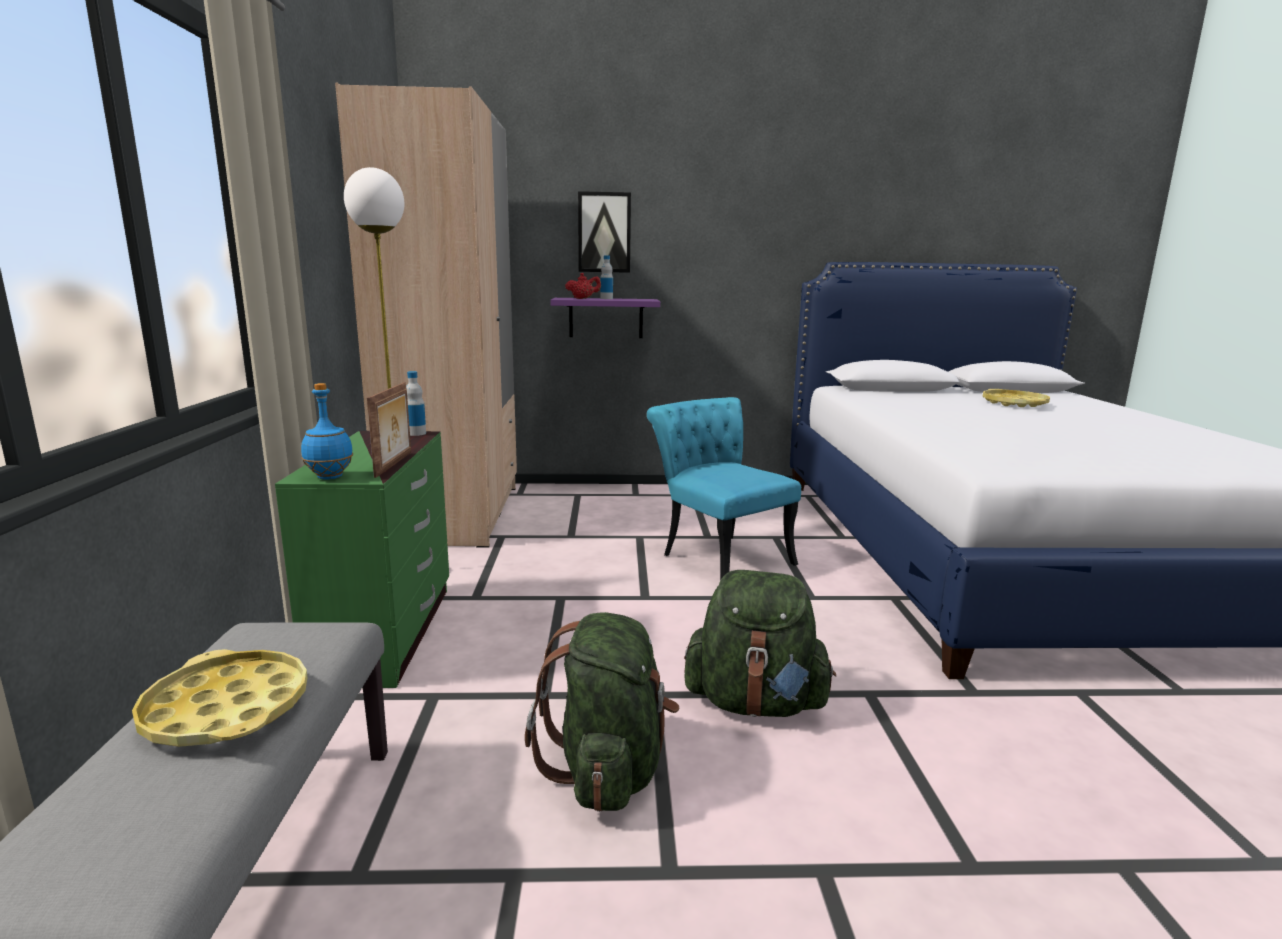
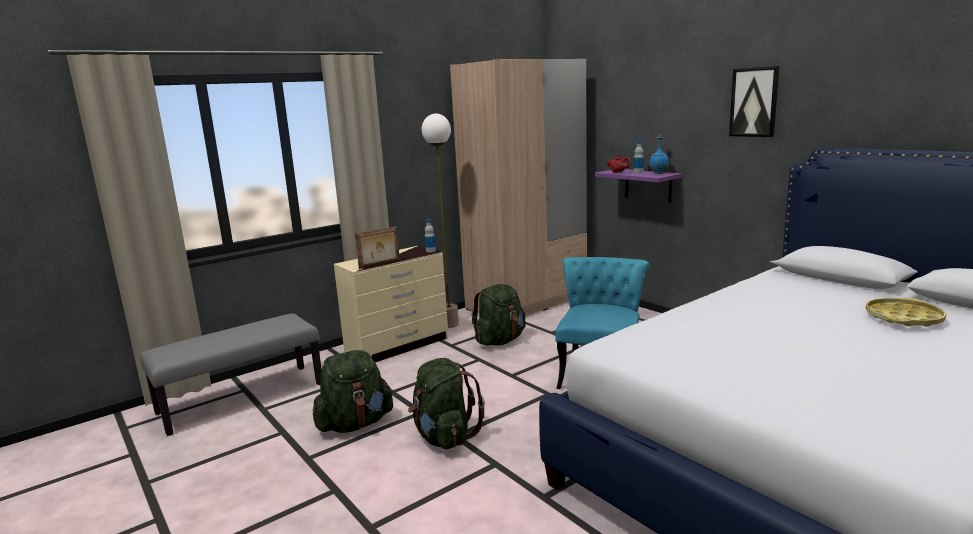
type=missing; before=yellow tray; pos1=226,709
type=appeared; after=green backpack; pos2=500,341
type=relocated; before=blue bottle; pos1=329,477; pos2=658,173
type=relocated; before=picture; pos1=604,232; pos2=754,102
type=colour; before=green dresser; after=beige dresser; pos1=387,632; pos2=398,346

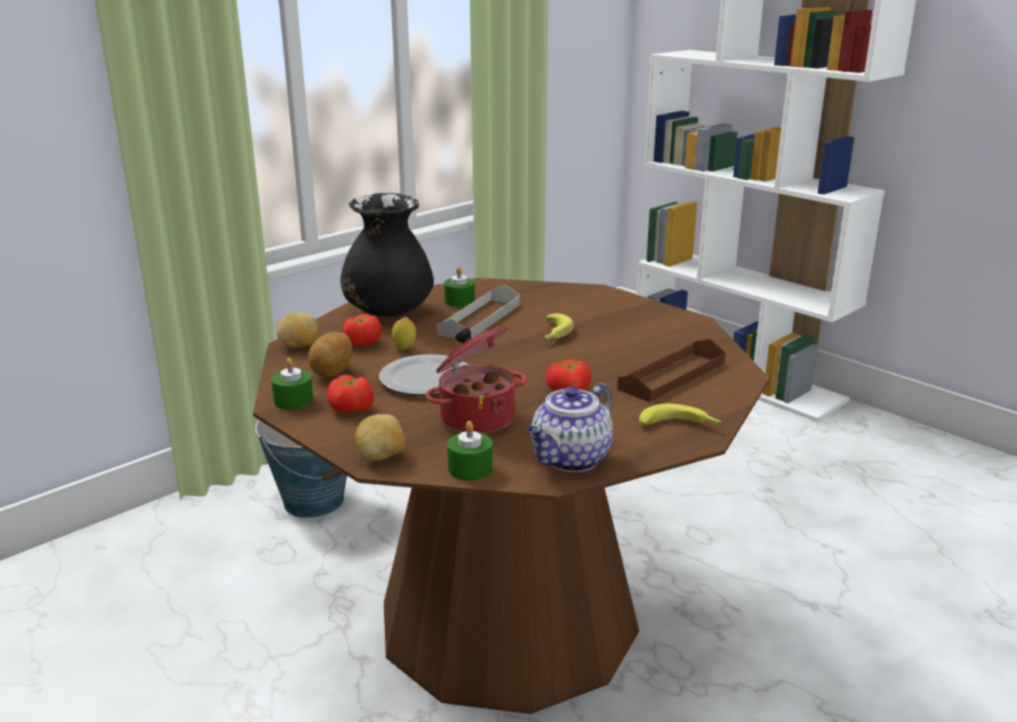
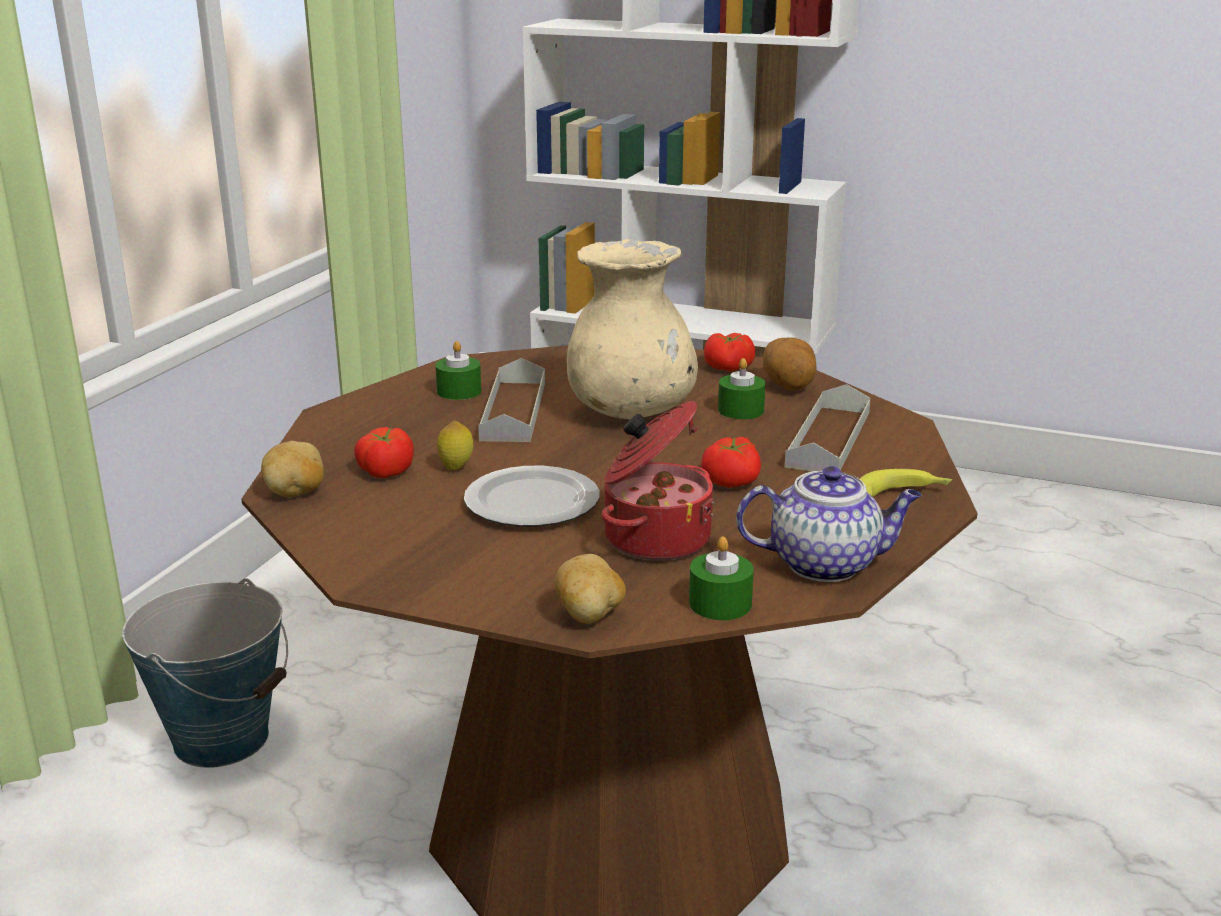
type=missing; before=black vase; pos1=388,312
type=relocated; before=green candle; pos1=293,400; pos2=740,410
type=relocated; before=potato; pos1=333,372; pos2=789,386
type=relocated; before=tomato; pos1=351,409; pos2=728,368
type=exchanged; before=banana; after=beige vase; pos1=553,334; pos2=631,413
type=colour; before=brown tray; after=grey tray; pos1=672,376; pos2=828,439
type=spun; before=teapot; pos1=570,460; pos2=826,564; turn=-105

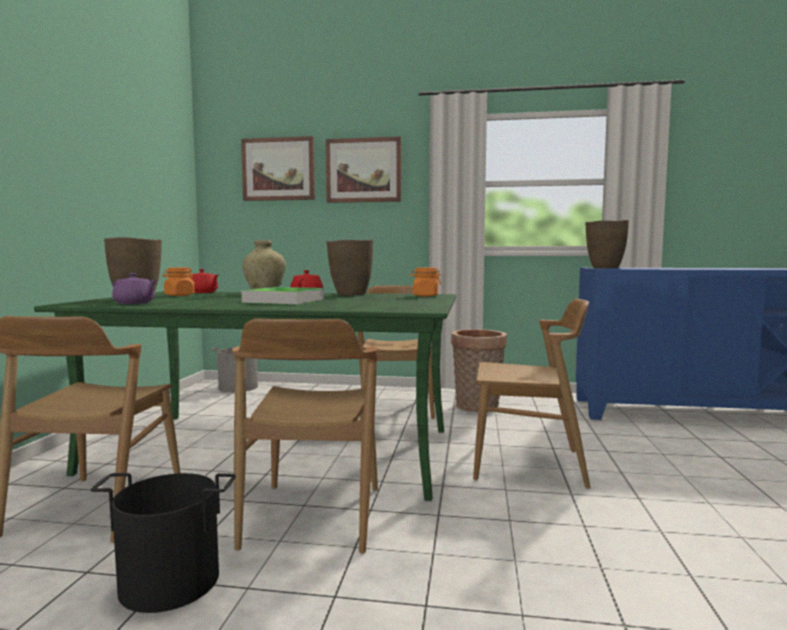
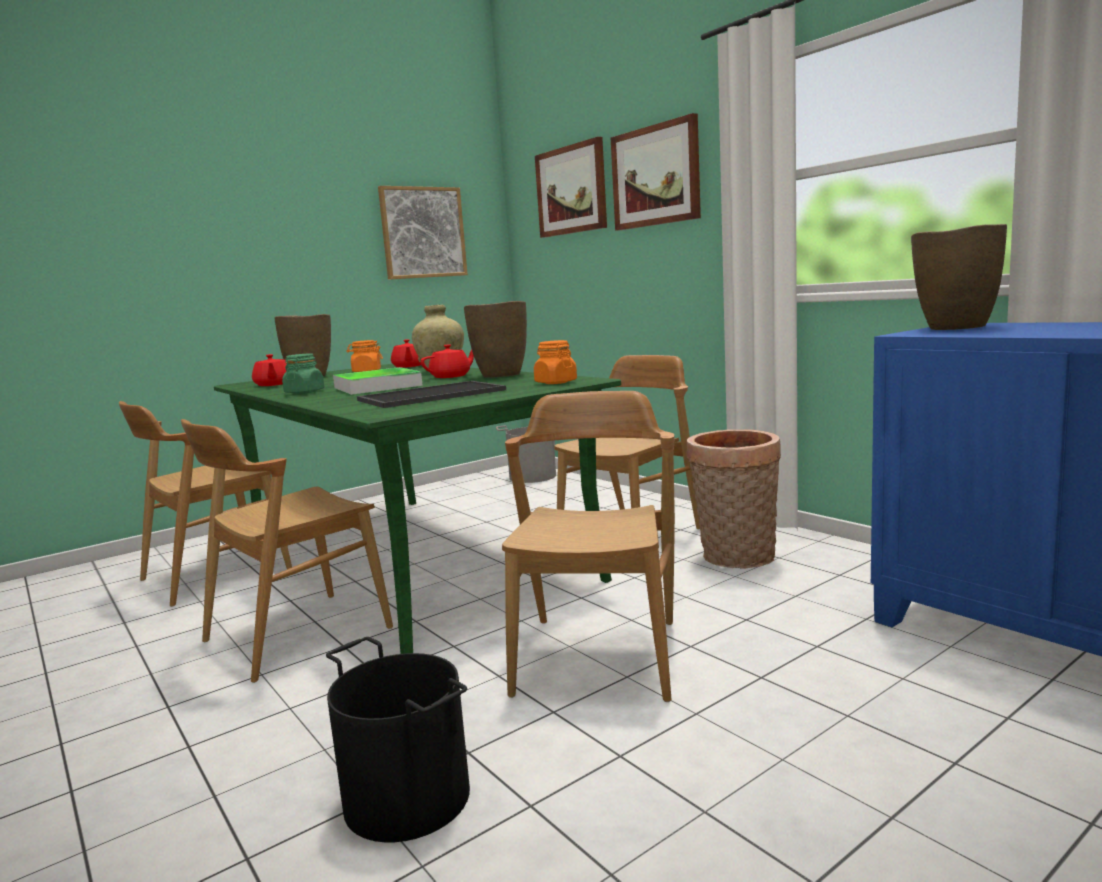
type=appeared; after=green jar; pos2=304,392
type=appeared; after=tray; pos2=431,395
type=appeared; after=picture; pos2=423,232
type=relocated; before=black bucket; pos1=169,582; pos2=405,798
type=colour; before=purple teapot; after=red teapot; pos1=134,303; pos2=273,385
type=spun; before=brown chair; pos1=528,465; pos2=598,656; turn=-135

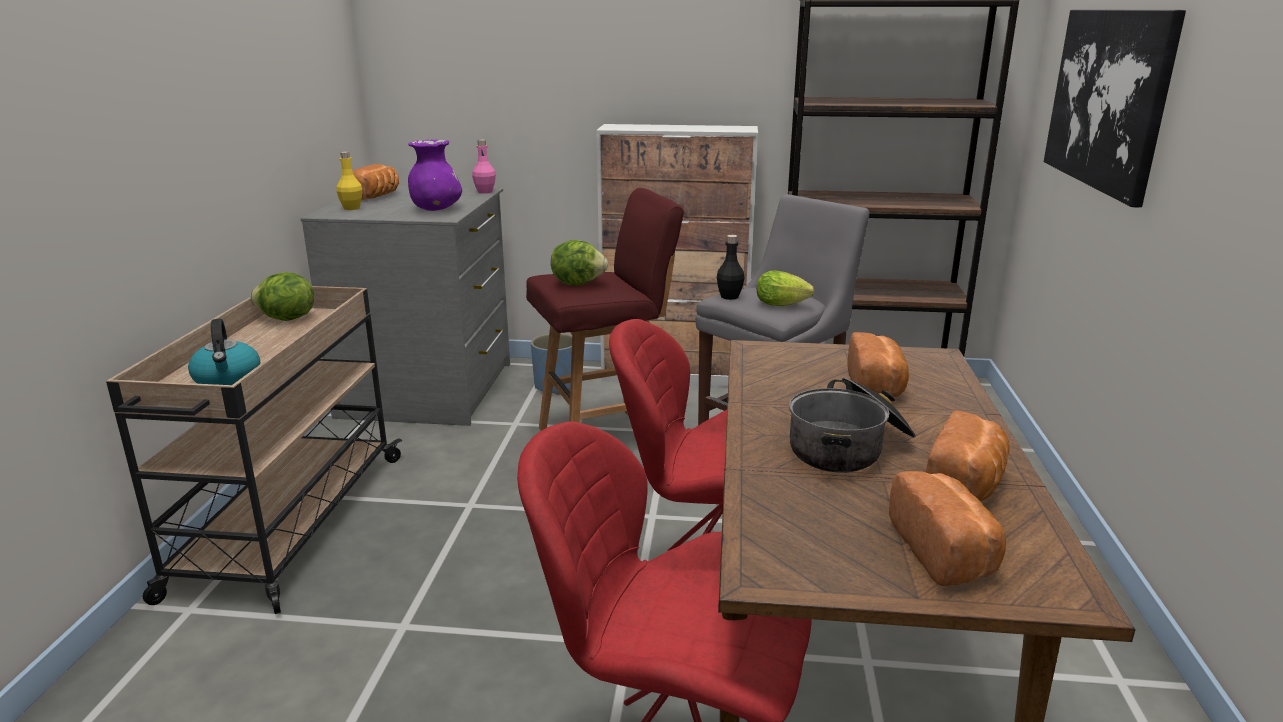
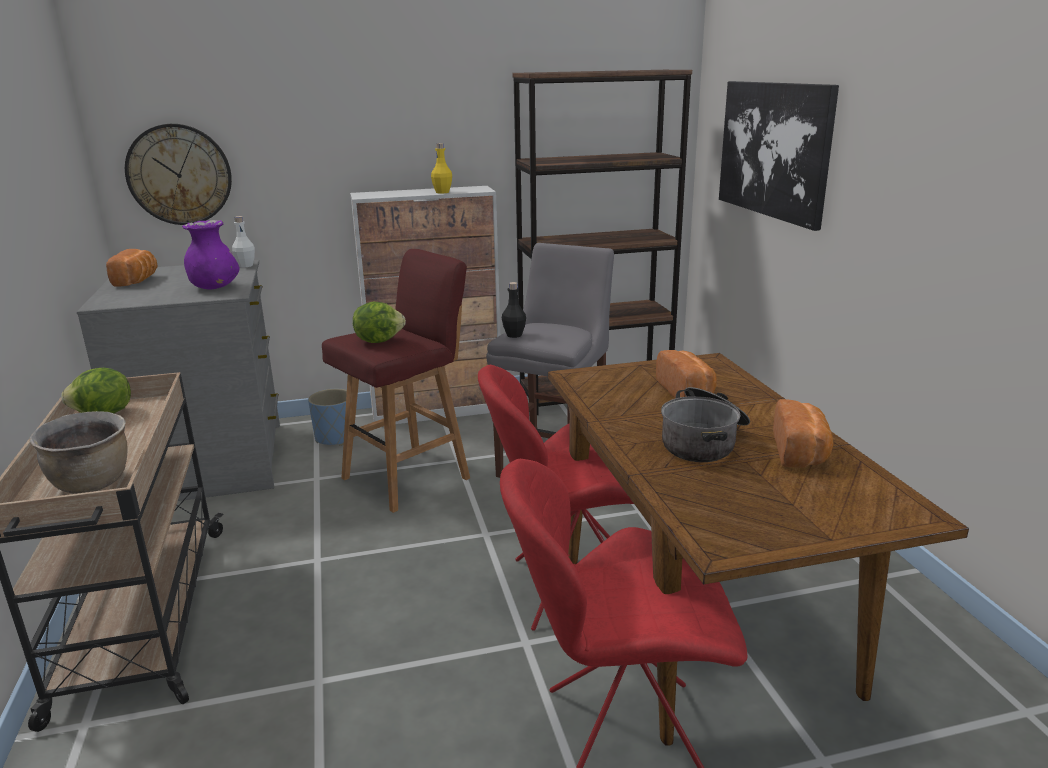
type=missing; before=lettuce; pos1=784,305
type=missing; before=bread; pos1=946,552
type=appeared; after=wall clock; pos2=179,175
type=relocated; before=yellow bottle; pos1=351,208; pos2=442,192
type=exchanged; before=kettle; after=brown cooking pot; pos1=228,379; pos2=93,483
type=colour; before=pink bottle; after=white bottle; pos1=485,192; pos2=246,265

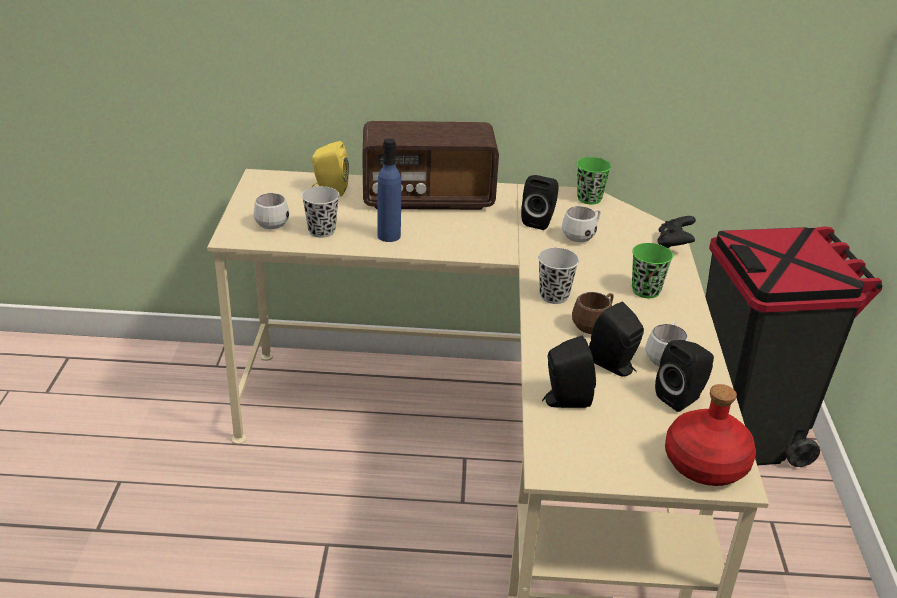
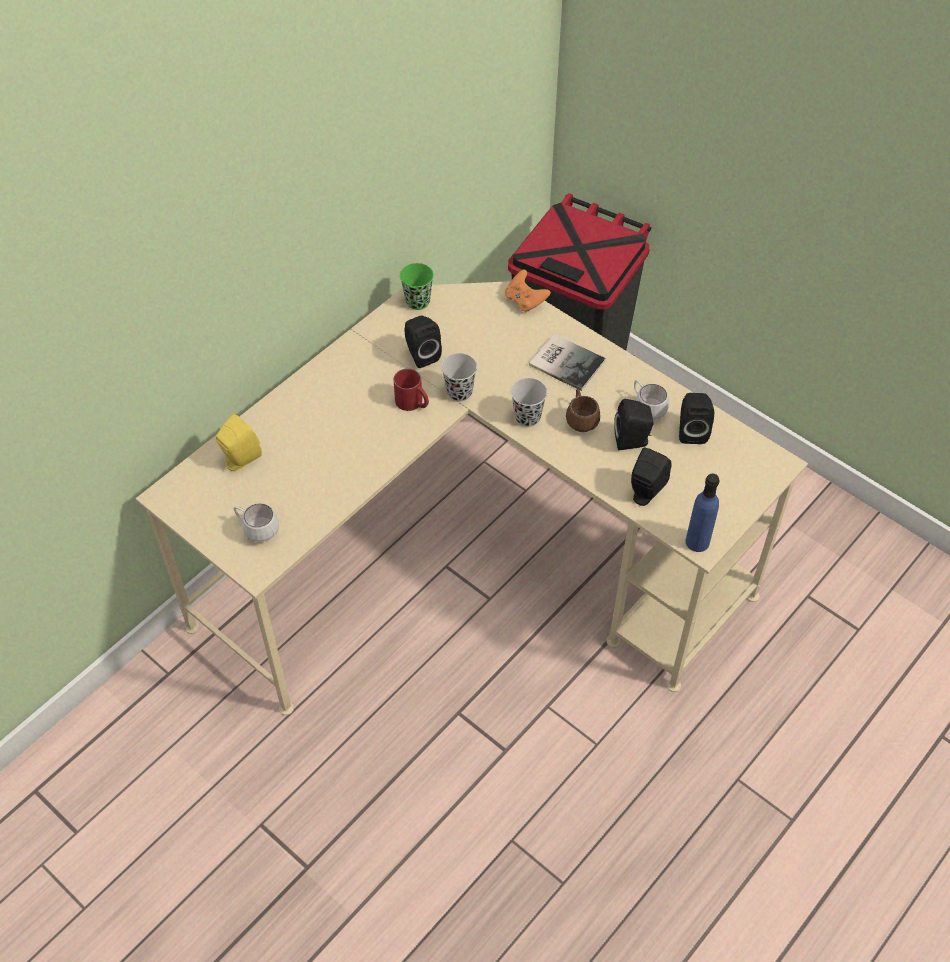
type=missing; before=radio; pos1=428,197
type=missing; before=white mug; pos1=582,236
type=missing; before=red bottle; pos1=706,463
type=appeared; after=red mug; pos2=413,403
type=relocated; before=black cup; pos1=321,231; pos2=459,392
type=relocated; before=blue bottle; pos1=389,236; pos2=697,542
type=exchanged; before=green cup; after=book; pos1=646,291; pos2=566,361
type=colour; before=black game controller; after=orange game controller; pos1=674,244; pos2=525,301

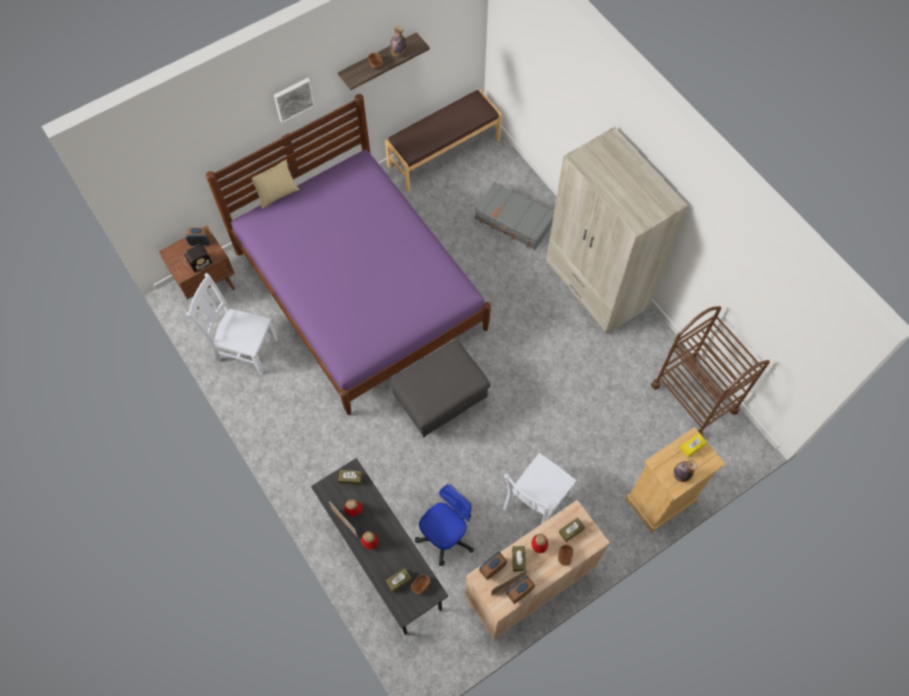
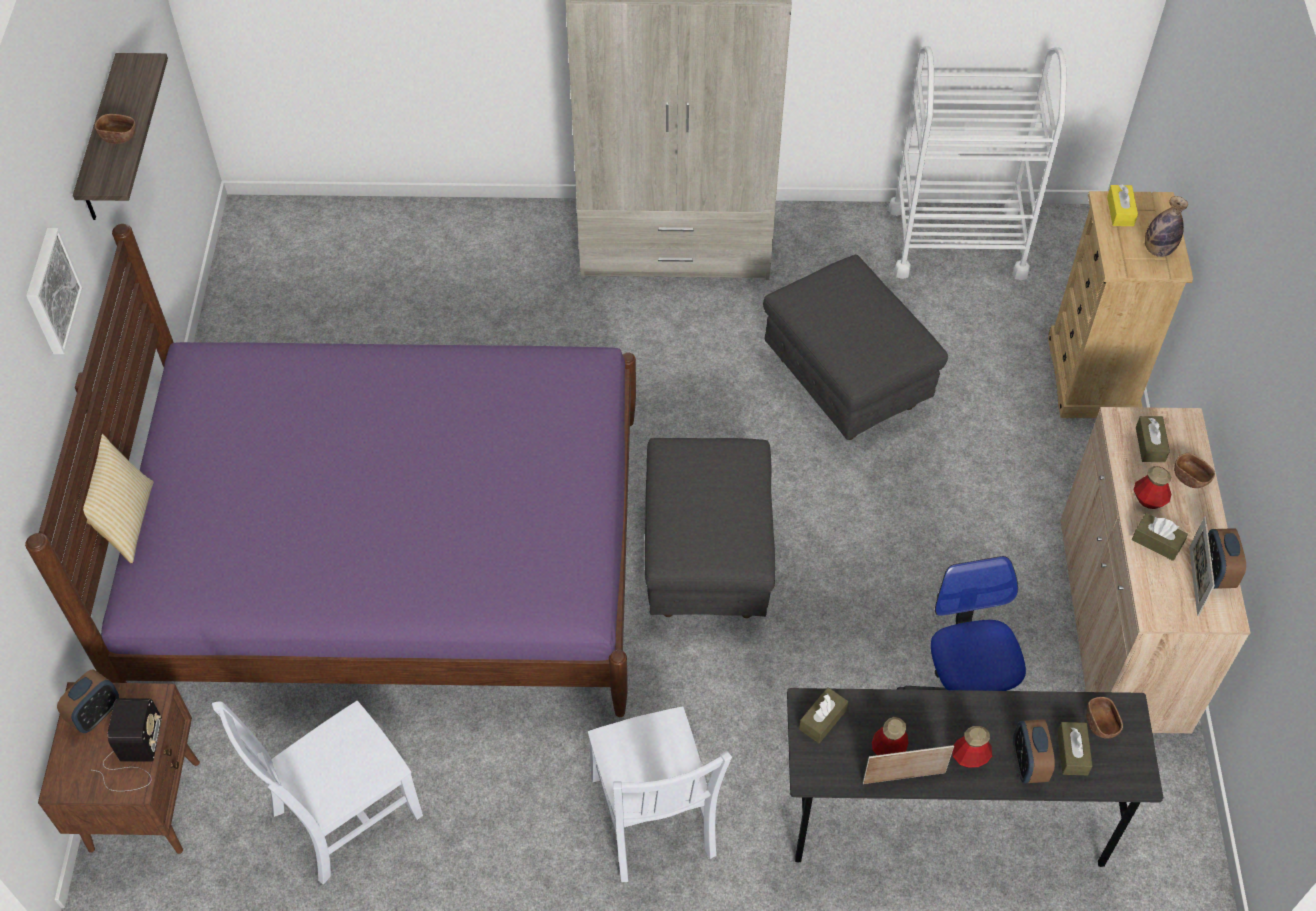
type=missing; before=brown bench; pos1=443,152
type=missing; before=bottle; pos1=398,54
type=missing; before=grey suitcase; pos1=514,221
type=appeared; after=grey ottoman; pos2=844,383
type=relocated; before=alarm clock; pos1=492,568; pos2=1028,763
type=relocated; before=white chair; pos1=535,503; pos2=653,820
type=colour; before=brown cart; after=white cart; pos1=694,398; pos2=956,241

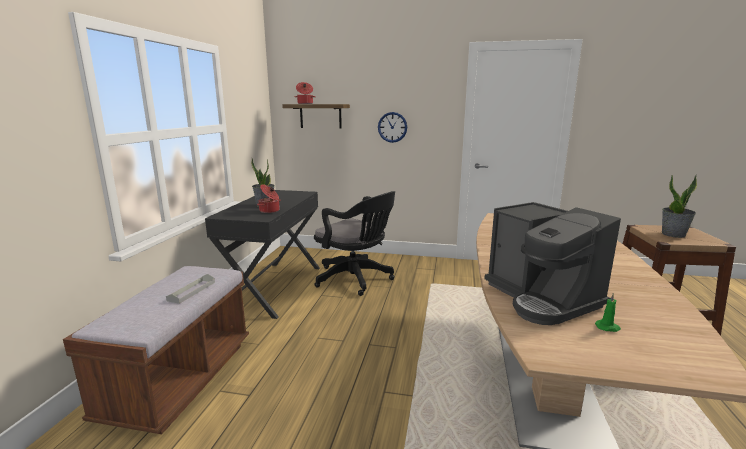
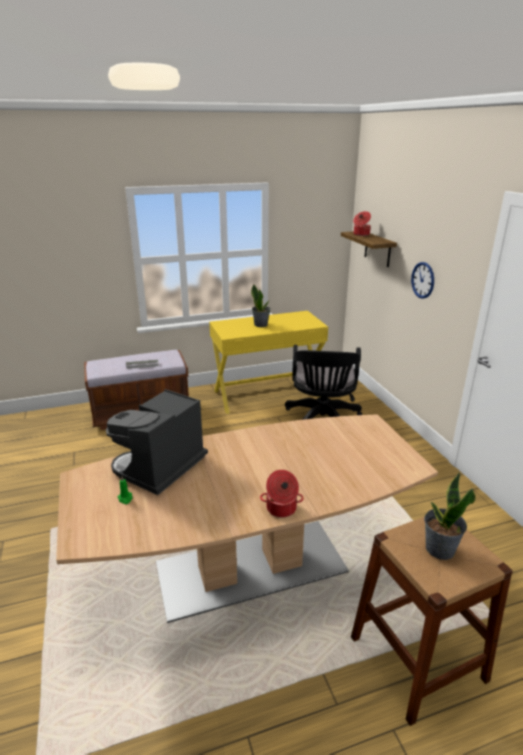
type=relocated; before=cooking pot; pos1=270,211; pos2=281,509
type=colour; before=black desk; after=yellow desk; pos1=274,287; pos2=267,394

